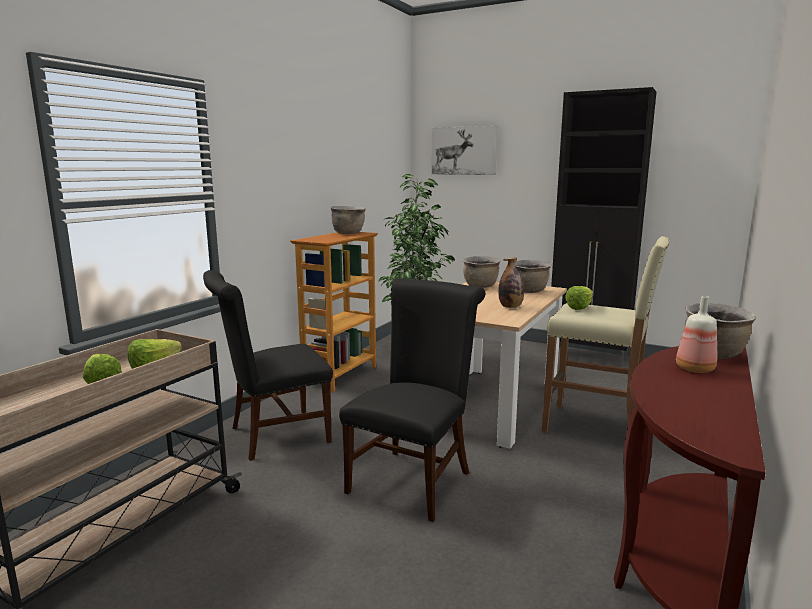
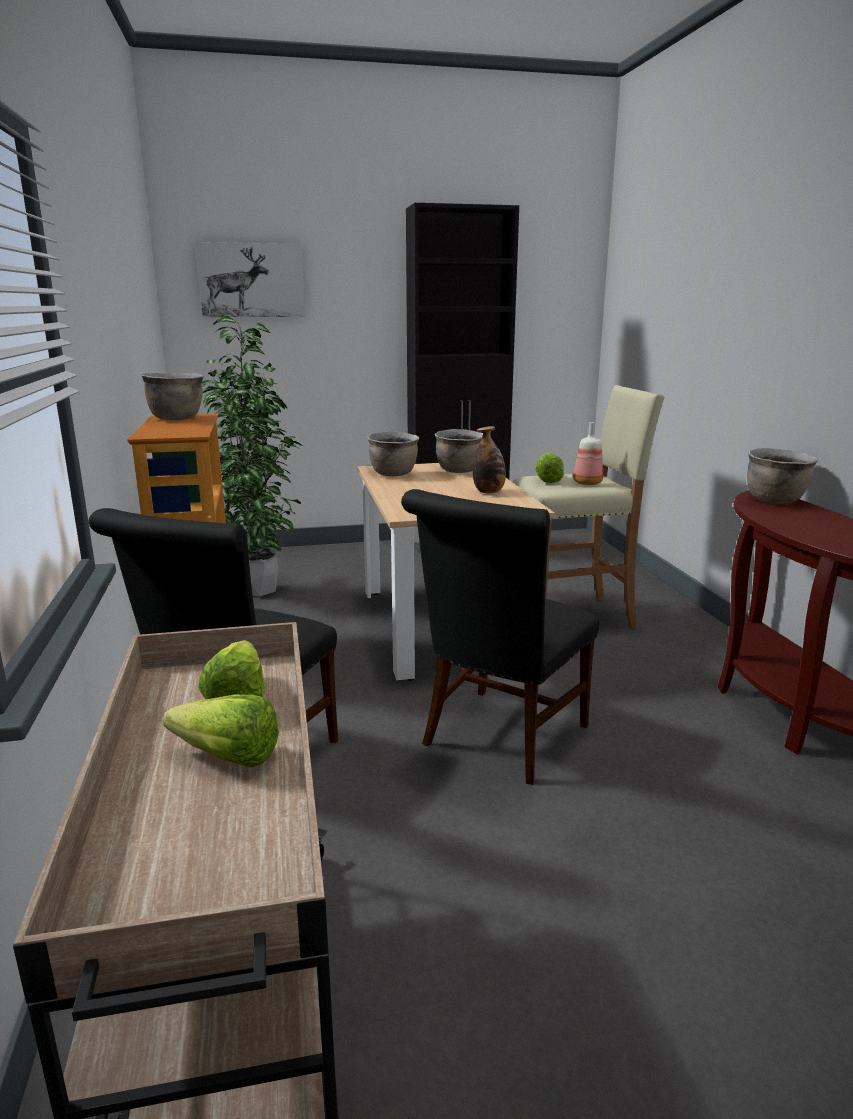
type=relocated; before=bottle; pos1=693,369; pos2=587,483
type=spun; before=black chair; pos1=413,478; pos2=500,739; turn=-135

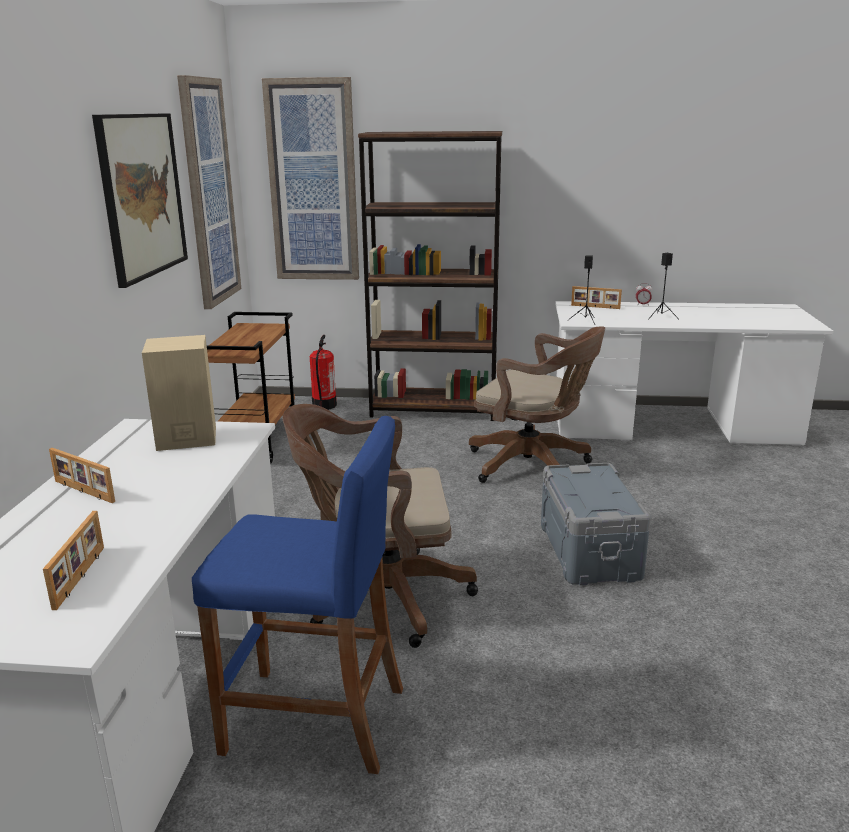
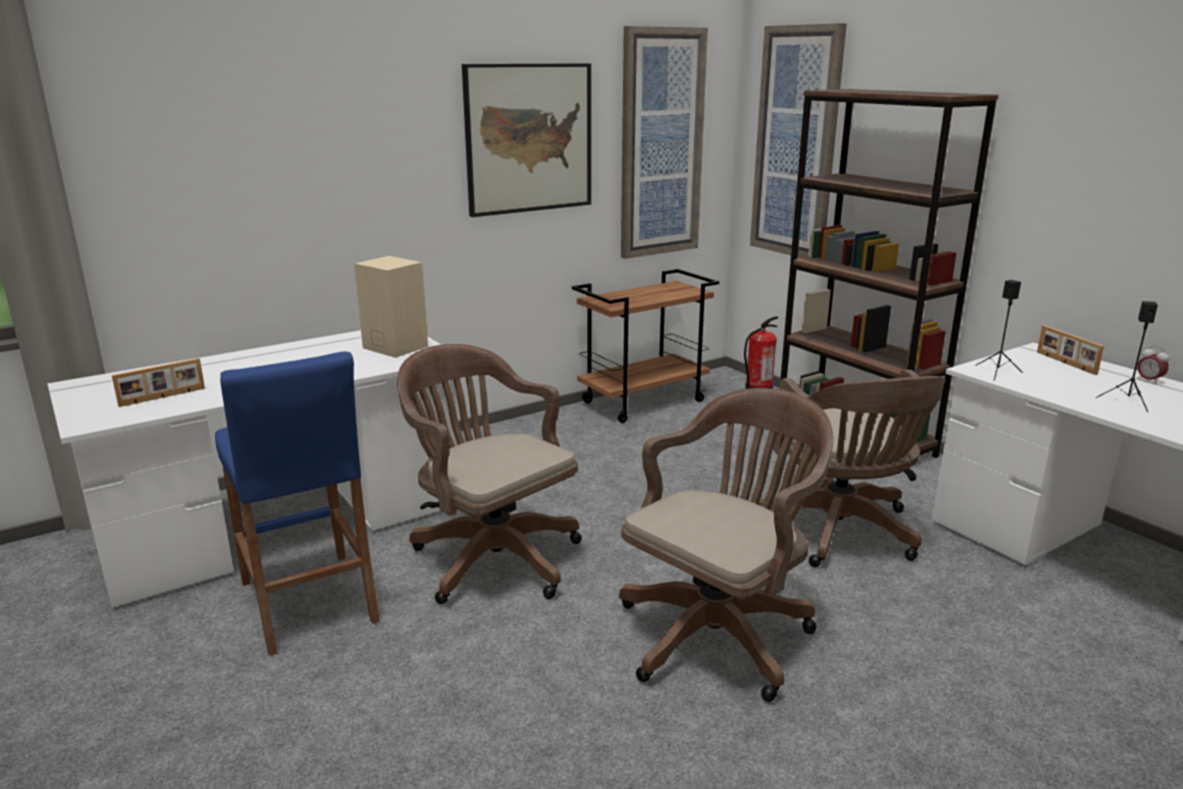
type=missing; before=picture frame; pos1=83,491
type=exchanged; before=grey storage box; after=brown office chair; pos1=590,551; pos2=720,632

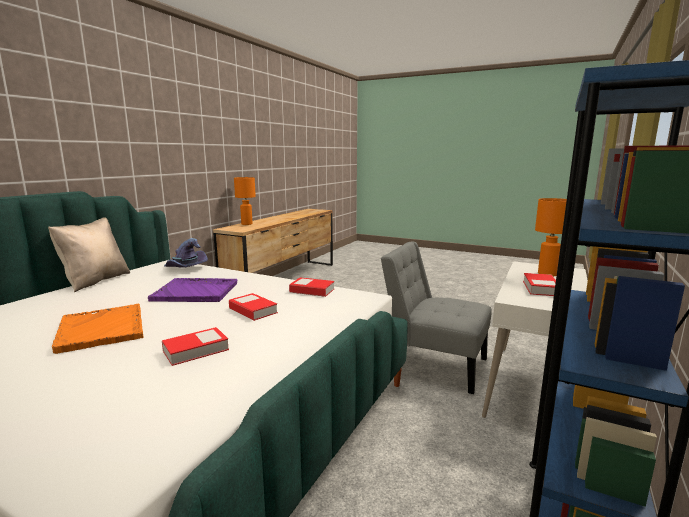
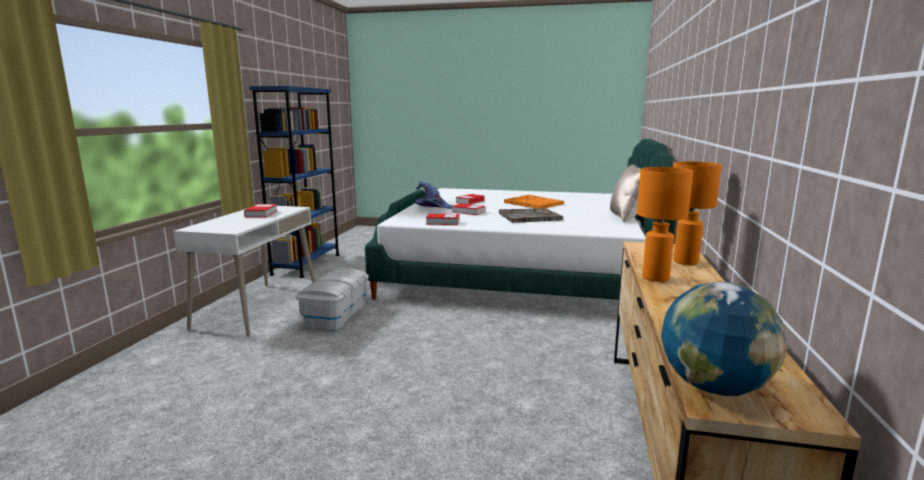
type=appeared; after=globe; pos2=714,387
type=relocated; before=purple hat; pos1=185,268; pos2=433,208
type=relocated; before=orange table lamp; pos1=547,274; pos2=656,278
type=exchanged; before=grey chair; after=white storage box; pos1=434,364; pos2=336,315
type=colour; before=purple tray; after=grey tray; pos1=196,292; pos2=529,217

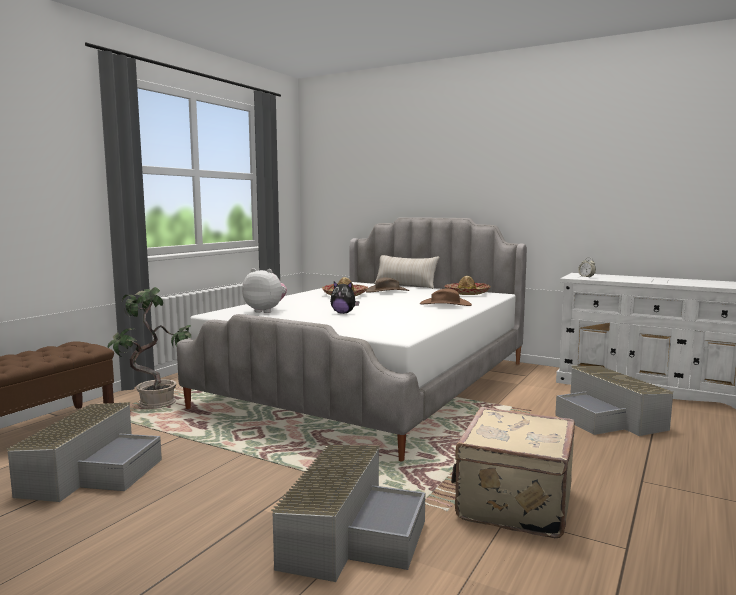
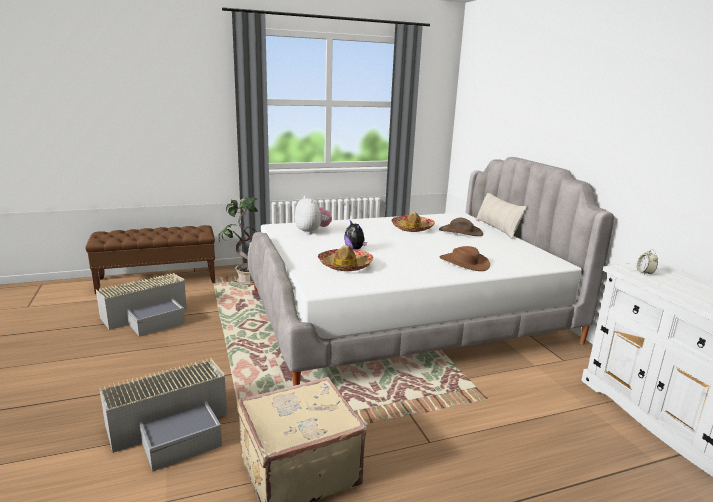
type=missing; before=grey storage box; pos1=609,418
type=relocated; before=hat; pos1=467,293; pos2=345,265

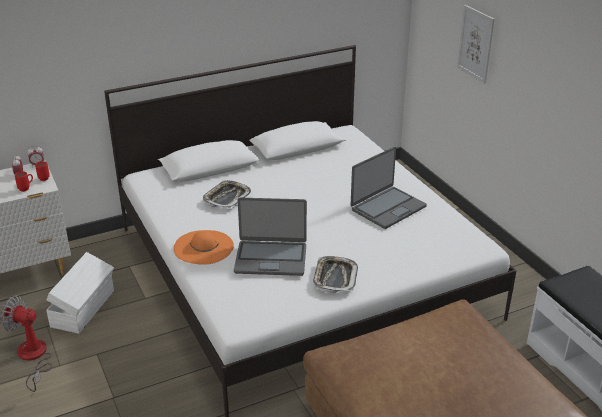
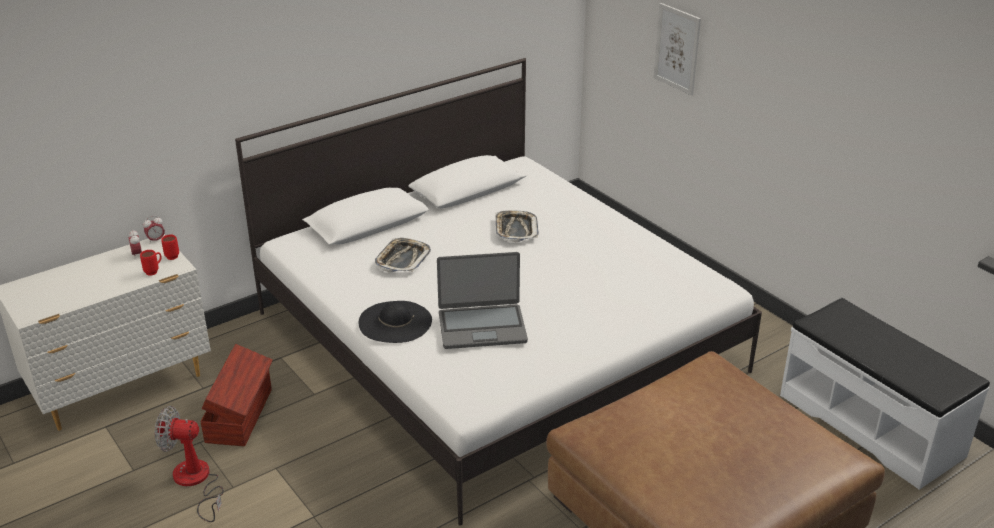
type=missing; before=laptop; pos1=387,208
type=relocated; before=tray; pos1=335,277; pos2=515,230
type=colour; before=white storage box; after=brown storage box; pos1=84,308; pos2=241,415
type=colour; before=orange hat; after=black hat; pos1=203,247; pos2=395,322

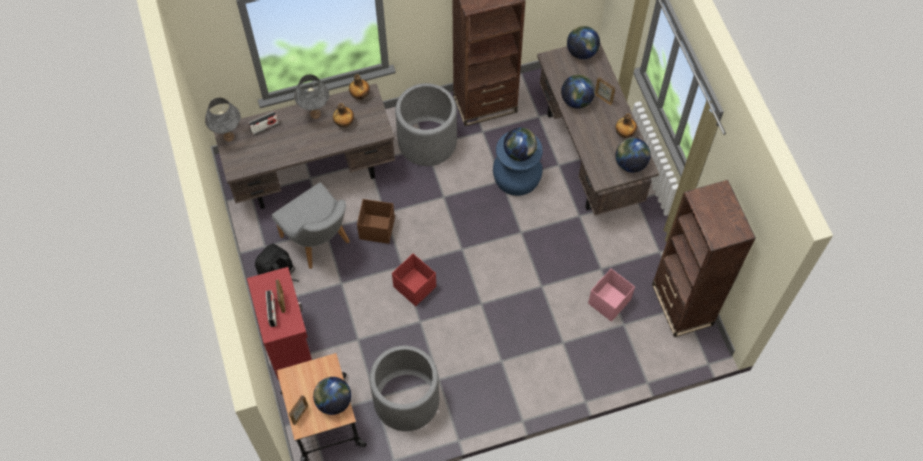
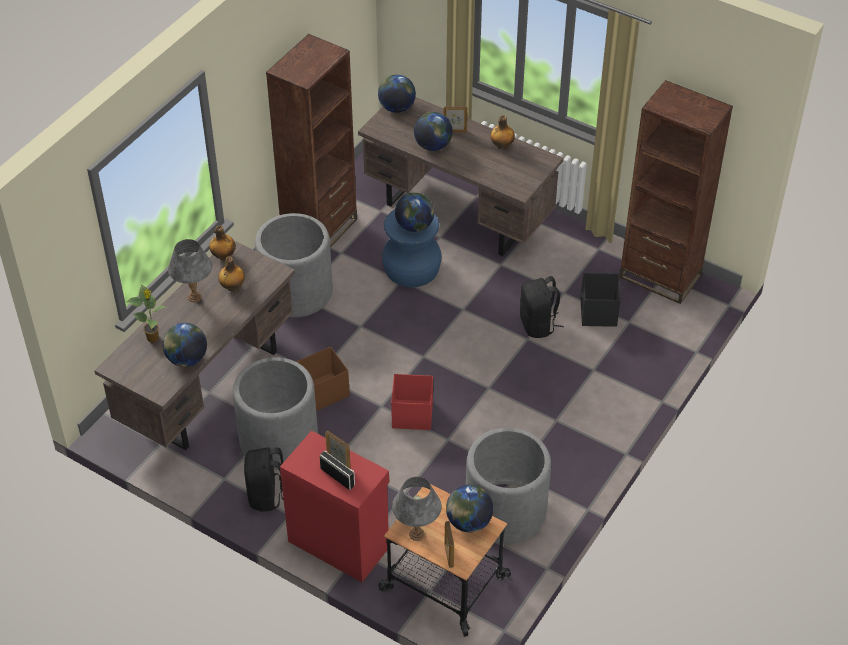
type=appeared; after=black backpack; pos2=538,325
type=relocated; before=grey table lamp; pos1=229,136; pos2=416,534
type=relocated; before=globe; pos1=630,163; pos2=186,359
type=exchanged; before=radio; after=potted plant; pos1=264,127; pos2=153,338
type=exchanged; before=grey chair; after=grey planter; pos1=319,243; pos2=279,440
type=colour; before=pink storage box; after=black storage box; pos1=608,302; pos2=598,313

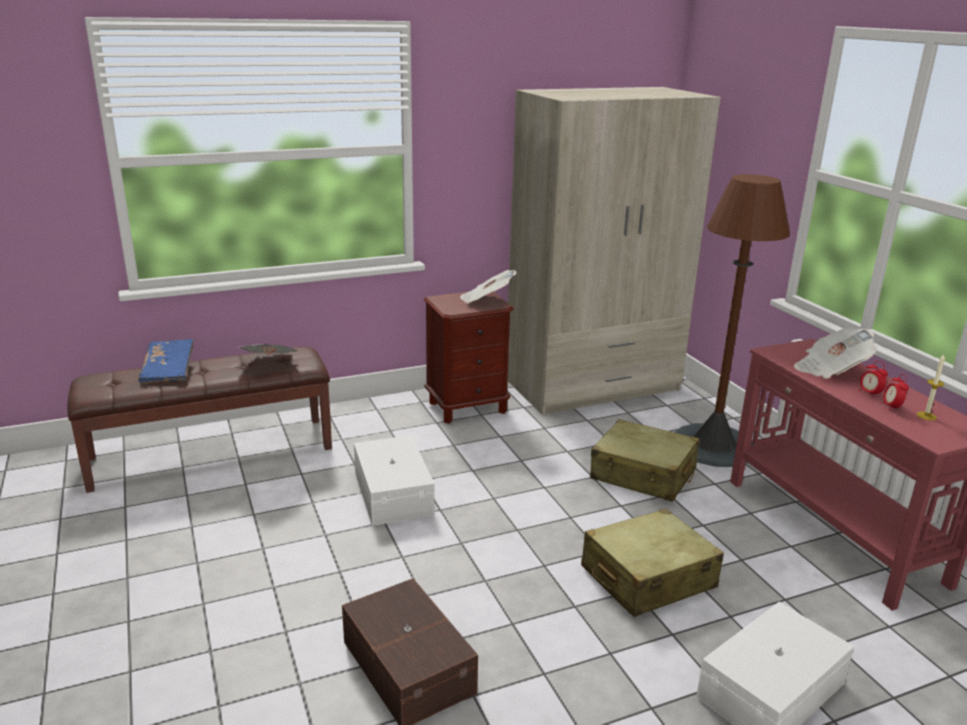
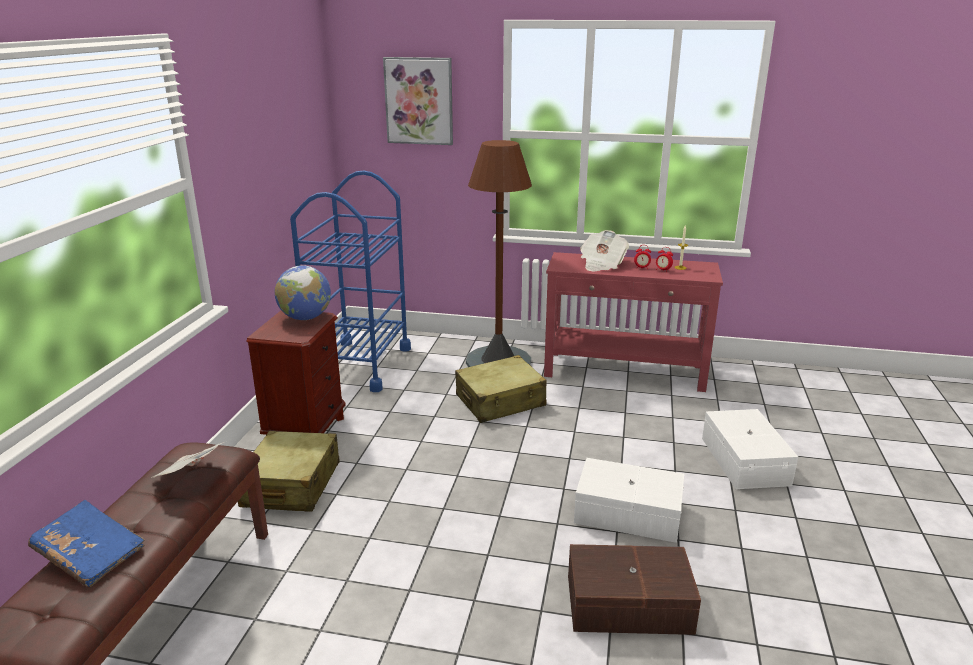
type=appeared; after=picture; pos2=419,101
type=relocated; before=white storage box; pos1=394,492; pos2=627,512
type=relocated; before=beige suitcase; pos1=647,578; pos2=291,485
type=exchanged; before=newspaper; after=globe; pos1=486,301; pos2=305,318
type=exchanged; before=beige wardrobe; after=blue cart; pos1=593,385; pos2=360,365

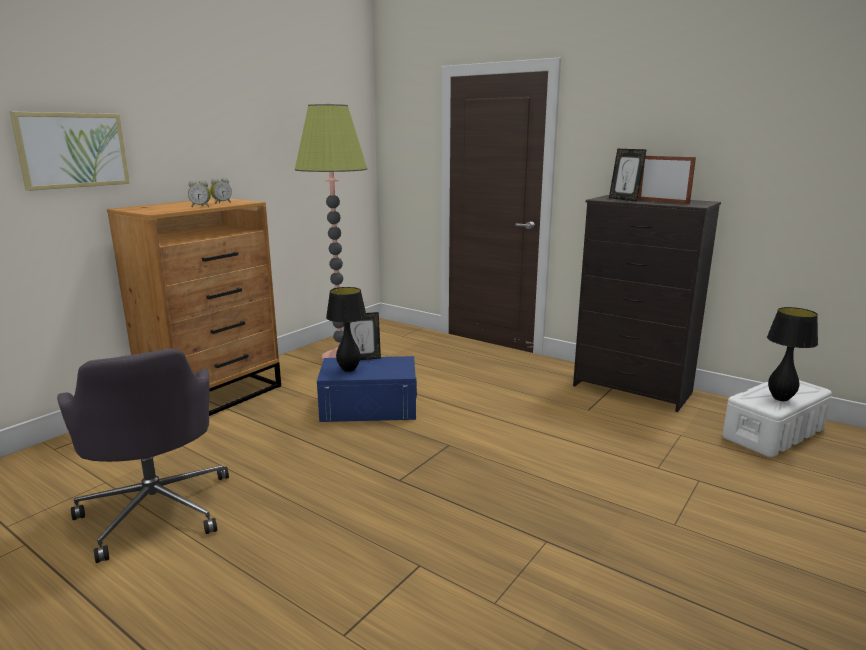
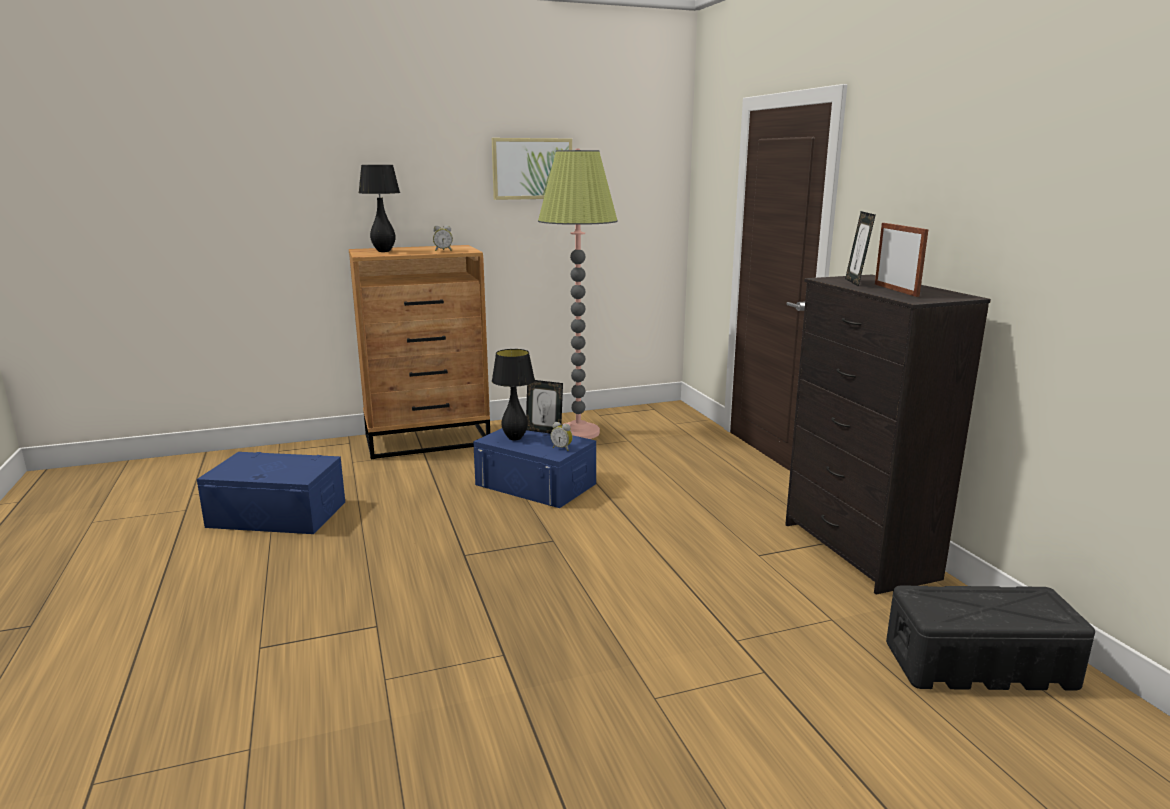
type=relocated; before=picture; pos1=72,150; pos2=532,168
type=relocated; before=alarm clock; pos1=201,206; pos2=562,448
type=relocated; before=black table lamp; pos1=780,399; pos2=383,251
type=exchanged; before=grey office chair; after=blue storage box; pos1=156,509; pos2=277,514
type=colour; before=white storage box; after=black storage box; pos1=772,433; pos2=977,665

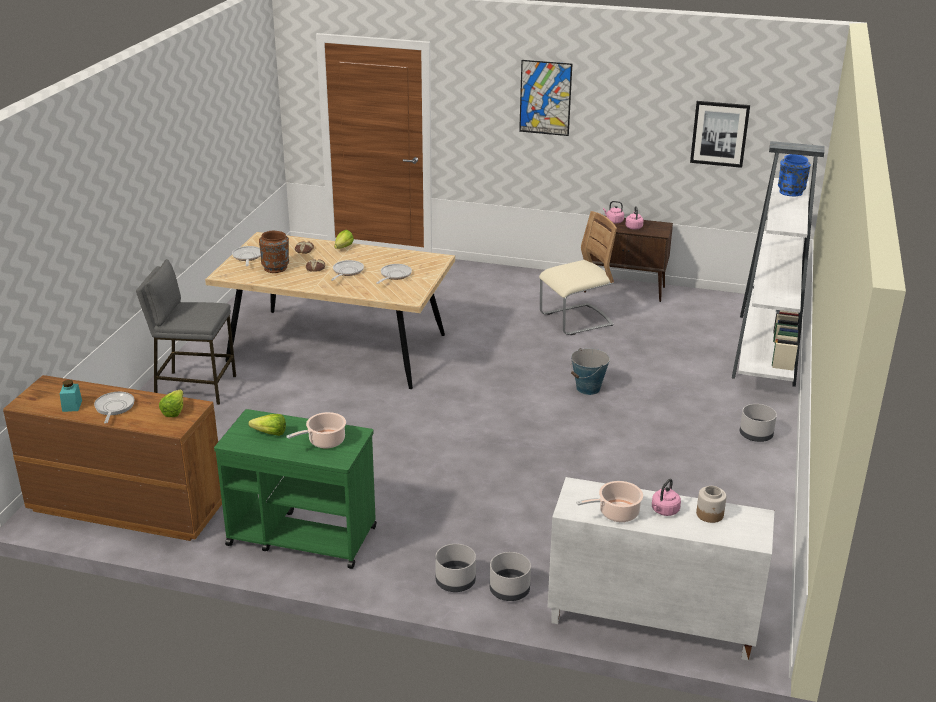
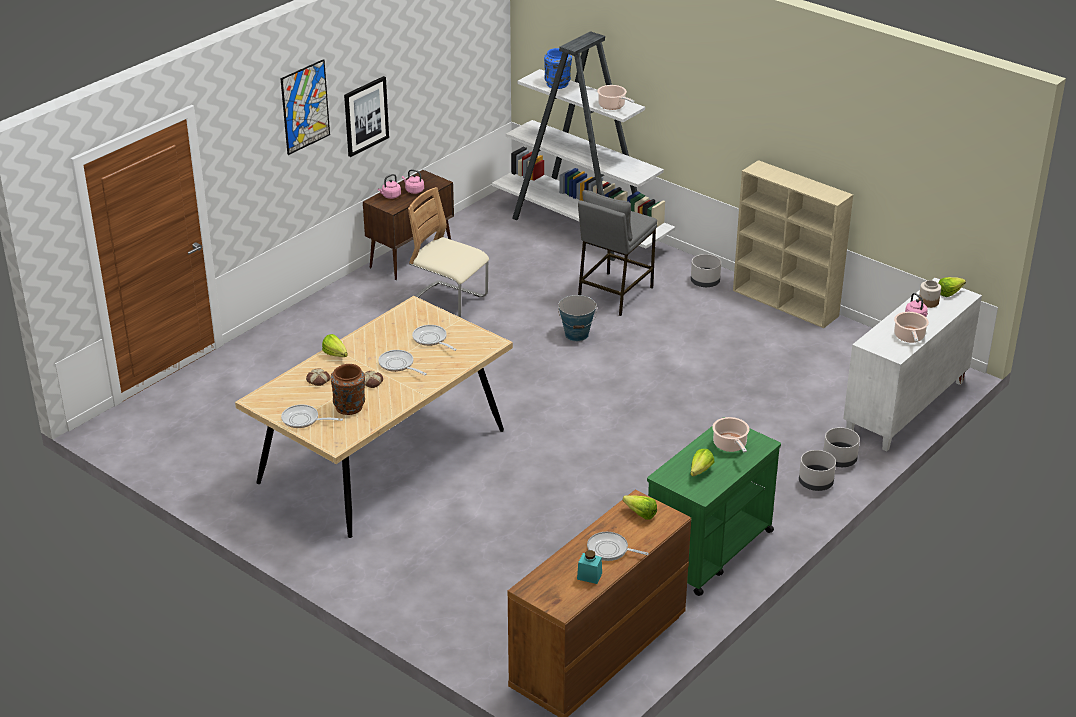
type=appeared; after=cooking pot; pos2=613,106
type=appeared; after=beige bookcase; pos2=786,303
type=appeared; after=lettuce; pos2=951,293
type=relocated; before=grey stool; pos1=195,387; pos2=614,294
type=relocated; before=picture; pos1=719,133; pos2=365,116
type=spun; before=beige chair; pos1=576,320; pos2=448,302; turn=-60

